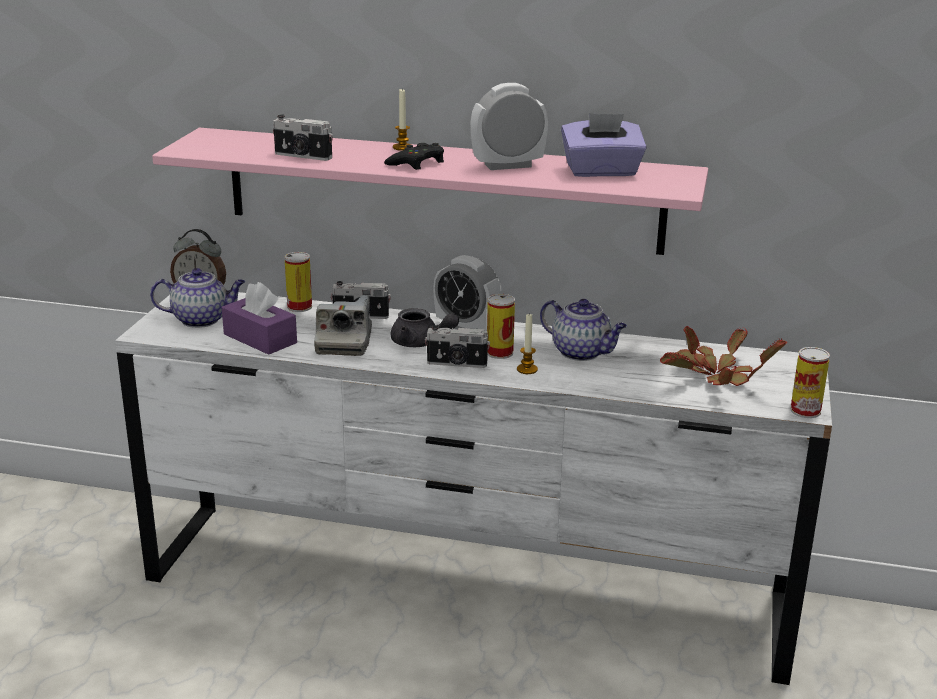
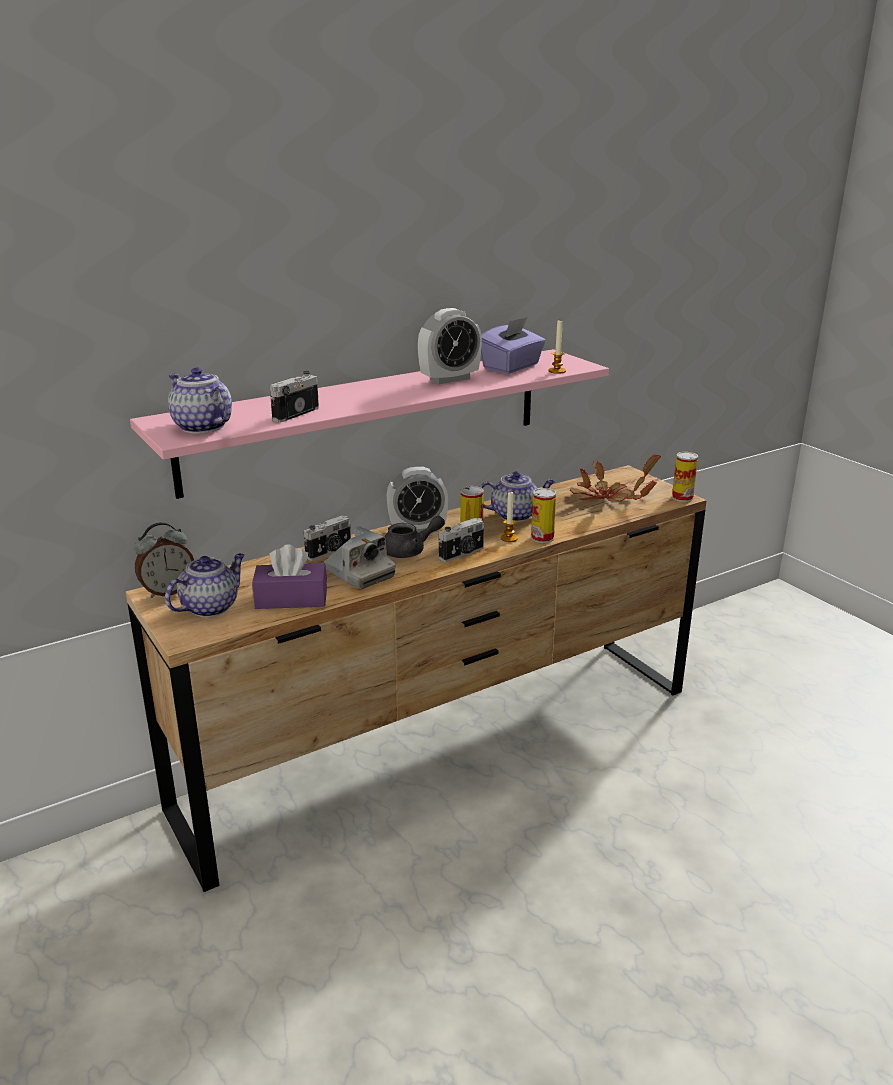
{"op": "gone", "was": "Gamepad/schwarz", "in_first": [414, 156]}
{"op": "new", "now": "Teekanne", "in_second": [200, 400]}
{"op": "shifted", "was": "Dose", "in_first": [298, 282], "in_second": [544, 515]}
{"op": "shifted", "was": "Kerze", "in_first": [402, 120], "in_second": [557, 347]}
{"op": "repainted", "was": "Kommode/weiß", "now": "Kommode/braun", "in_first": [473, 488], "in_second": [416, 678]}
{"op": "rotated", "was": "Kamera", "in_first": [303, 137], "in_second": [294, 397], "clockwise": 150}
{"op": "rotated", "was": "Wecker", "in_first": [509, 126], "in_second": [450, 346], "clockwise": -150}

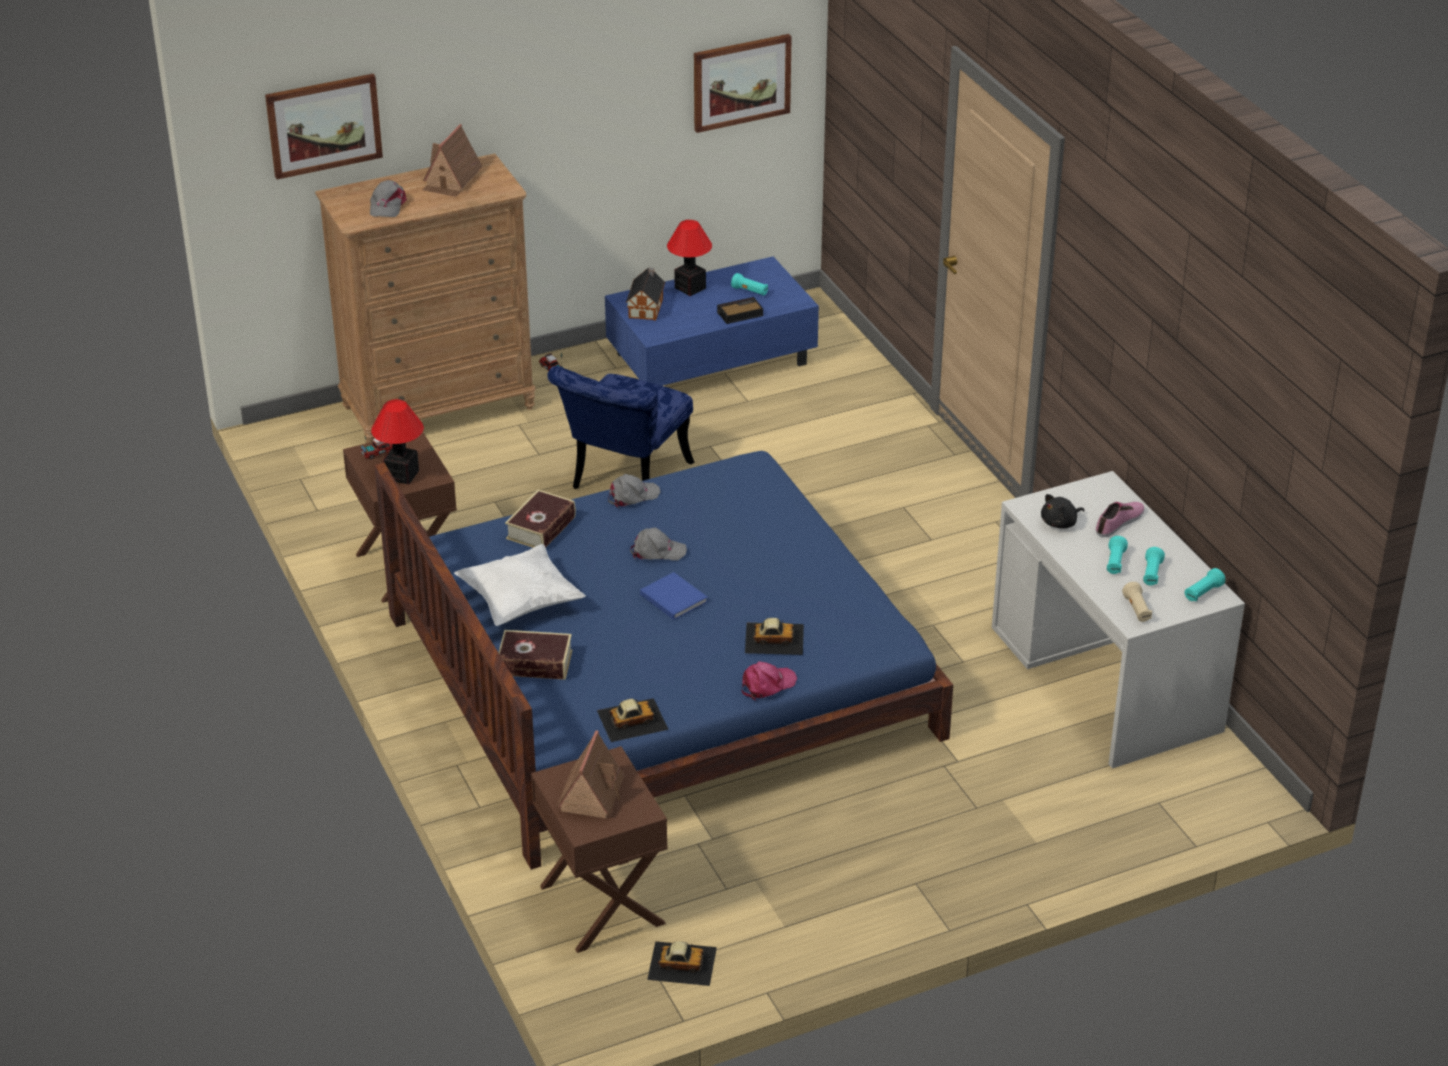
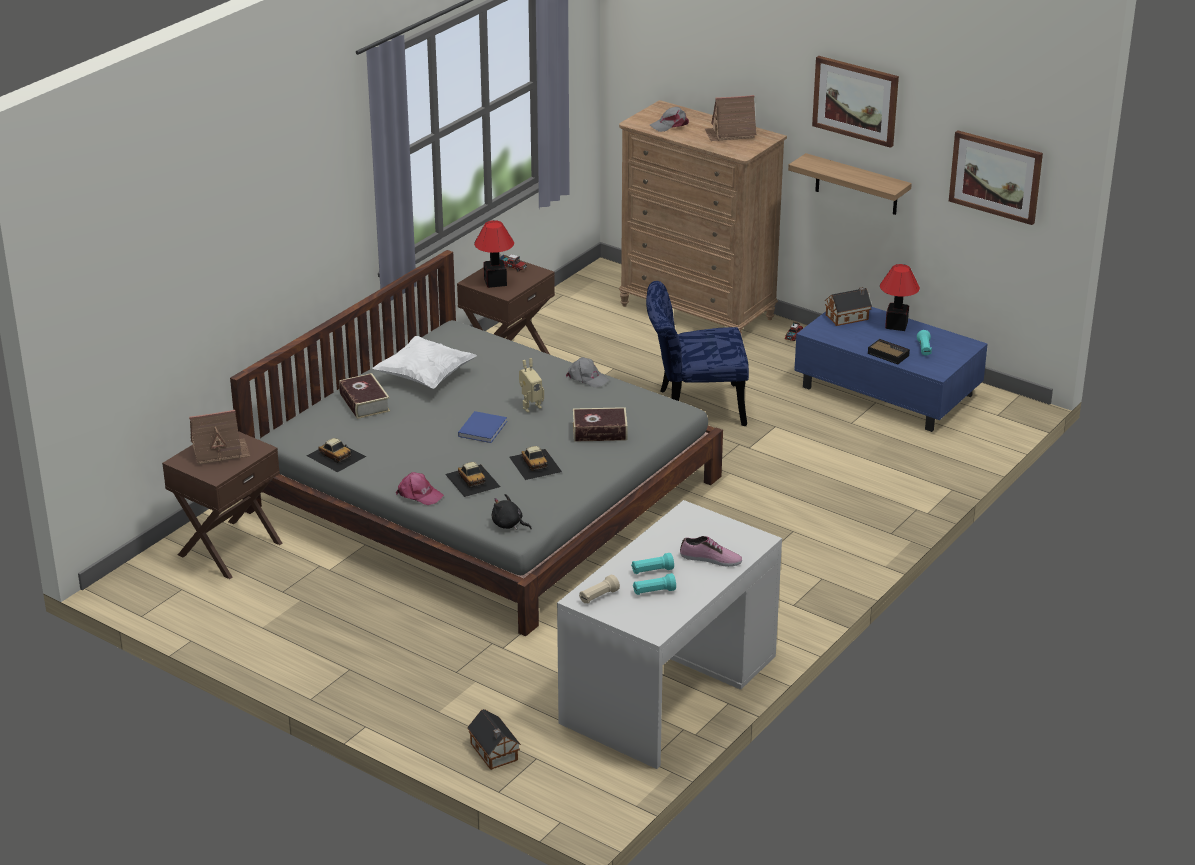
{"op": "gone", "was": "Taschenlampe/türkis", "in_first": [1205, 585]}
{"op": "new", "now": "Spielzeughaus", "in_second": [494, 739]}
{"op": "new", "now": "Wandregal", "in_second": [850, 184]}
{"op": "shifted", "was": "Bild", "in_first": [324, 126], "in_second": [855, 102]}
{"op": "shifted", "was": "Buch", "in_first": [540, 519], "in_second": [600, 424]}
{"op": "shifted", "was": "Spielzeugauto", "in_first": [682, 963], "in_second": [535, 463]}
{"op": "shifted", "was": "Plüschtier/schwarz", "in_first": [1062, 511], "in_second": [512, 512]}
{"op": "swapped", "was": "Kappe/grau", "now": "Spielzeugroboter", "in_first": [658, 544], "in_second": [531, 385]}
{"op": "repainted", "was": "Bett/blau", "now": "Bett/grau", "in_first": [663, 660], "in_second": [476, 443]}

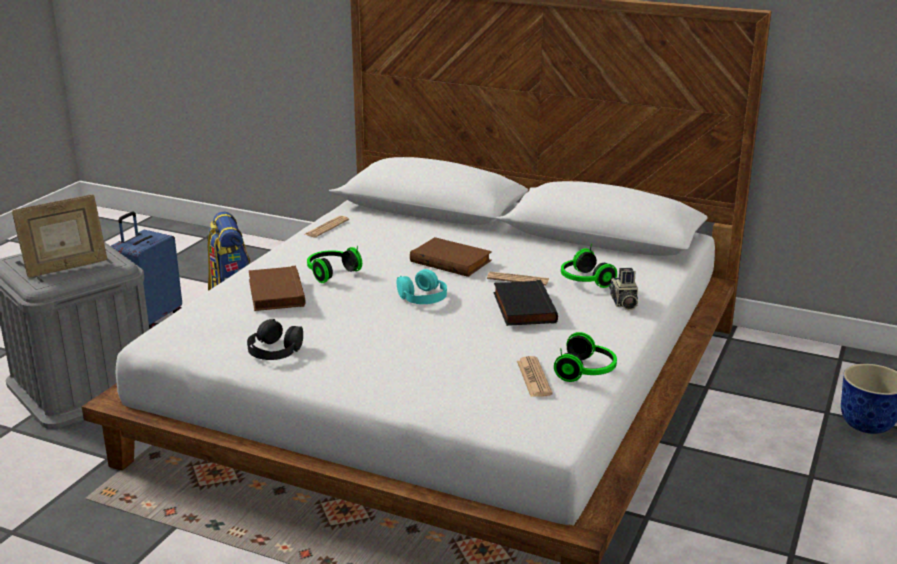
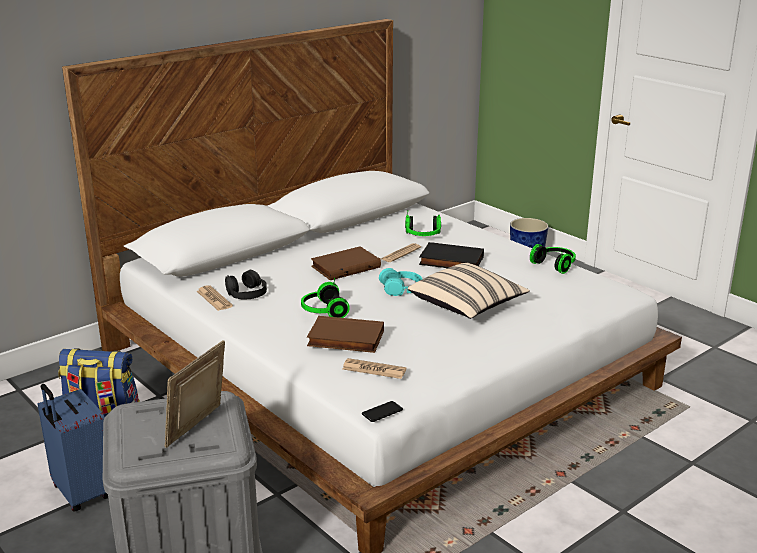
{"op": "gone", "was": "Kamera", "in_first": [623, 289]}
{"op": "new", "now": "Handy", "in_second": [382, 411]}
{"op": "new", "now": "Kissen/beige", "in_second": [468, 291]}
{"op": "shifted", "was": "Kopfhörer/schwarz", "in_first": [275, 339], "in_second": [246, 284]}
{"op": "shifted", "was": "Zeitung", "in_first": [534, 376], "in_second": [374, 368]}
{"op": "rotated", "was": "Bilderrahmen", "in_first": [60, 235], "in_second": [195, 394], "clockwise": -150}

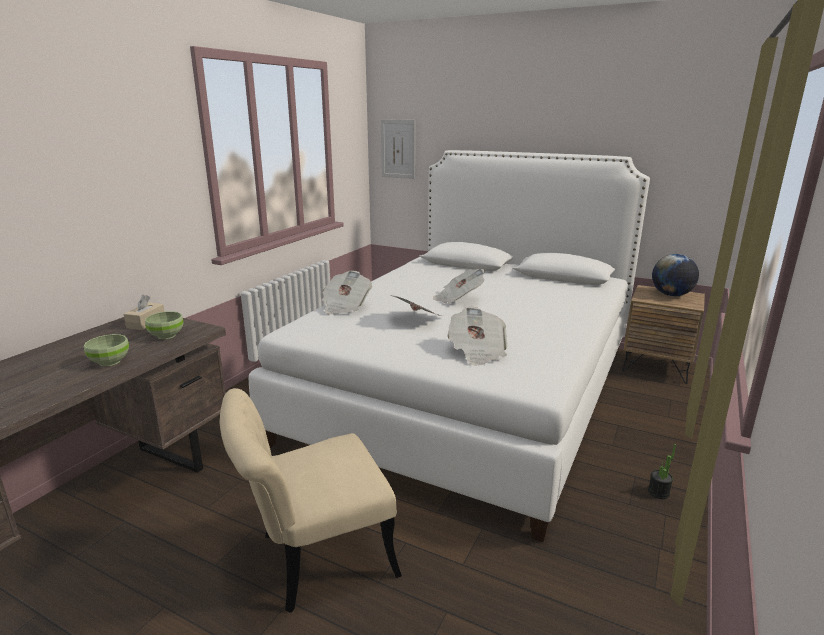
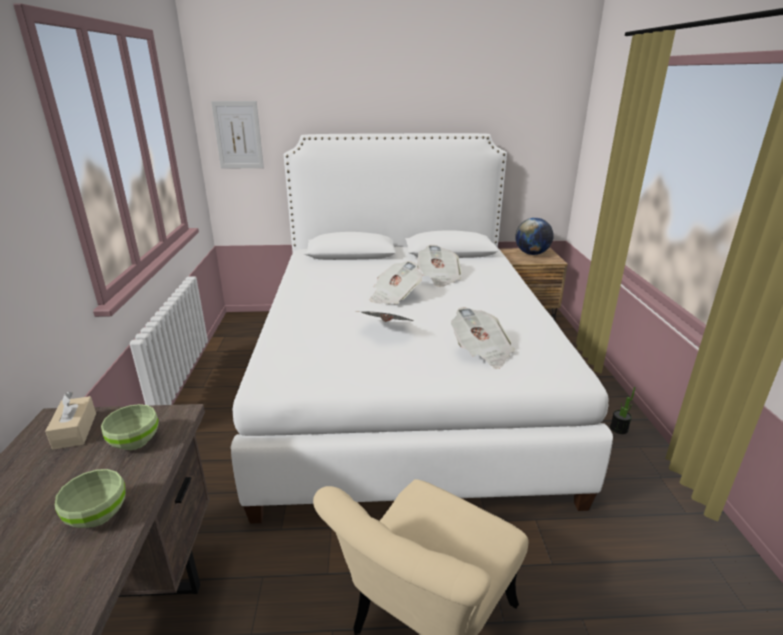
{"op": "shifted", "was": "Zeitung", "in_first": [347, 293], "in_second": [439, 266]}

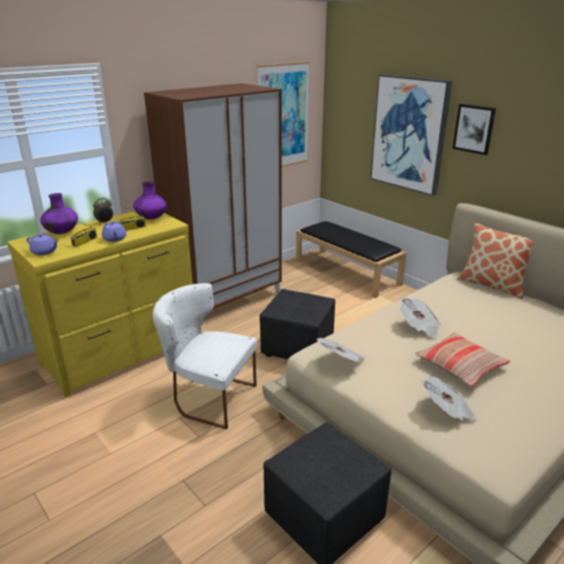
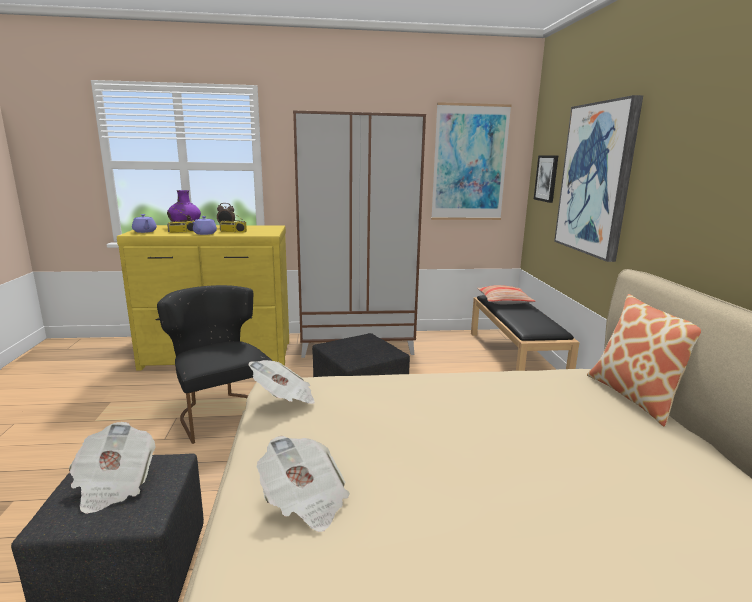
{"op": "gone", "was": "Vase/lila", "in_first": [150, 200]}
{"op": "shifted", "was": "Zeitung", "in_first": [420, 317], "in_second": [112, 468]}
{"op": "shifted", "was": "Kissen", "in_first": [462, 360], "in_second": [506, 294]}
{"op": "shifted", "was": "Bild", "in_first": [474, 129], "in_second": [546, 179]}
{"op": "repainted", "was": "Stuhl/weiß", "now": "Stuhl/schwarz", "in_first": [205, 356], "in_second": [214, 364]}

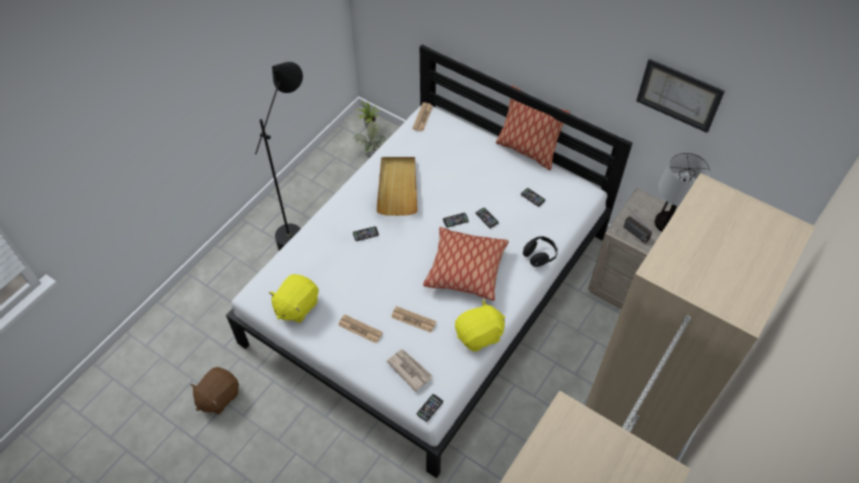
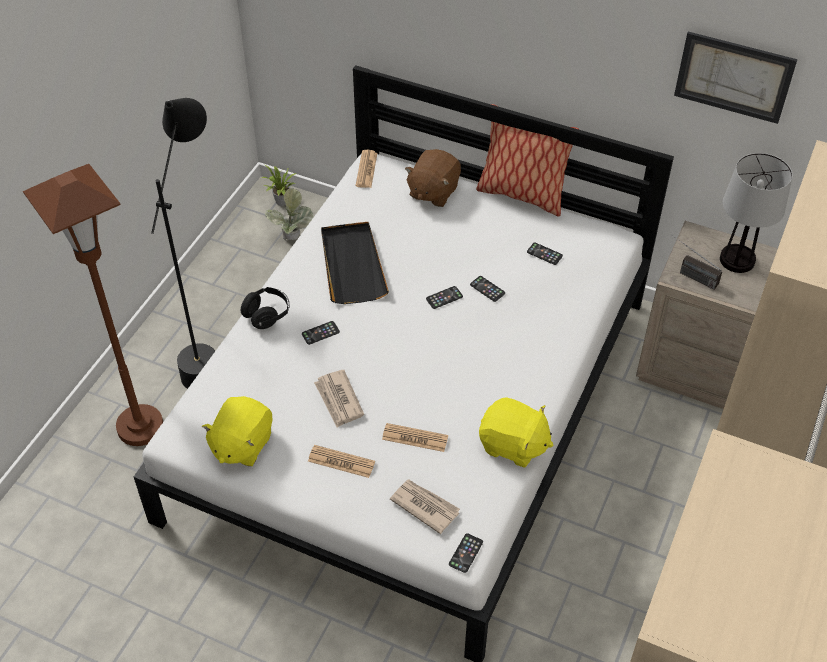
{"op": "gone", "was": "Kissen", "in_first": [466, 264]}
{"op": "new", "now": "Stehlampe/braun", "in_second": [93, 305]}
{"op": "new", "now": "Zeitung", "in_second": [339, 398]}
{"op": "shifted", "was": "Plüschtier/braun", "in_first": [214, 390], "in_second": [433, 178]}
{"op": "shifted", "was": "Kopfhörer/schwarz", "in_first": [540, 251], "in_second": [265, 308]}
{"op": "repainted", "was": "Tablett/beige", "now": "Tablett/schwarz", "in_first": [397, 186], "in_second": [355, 263]}
{"op": "rotated", "was": "Plüschtier/gelb", "in_first": [480, 326], "in_second": [516, 432], "clockwise": 60}

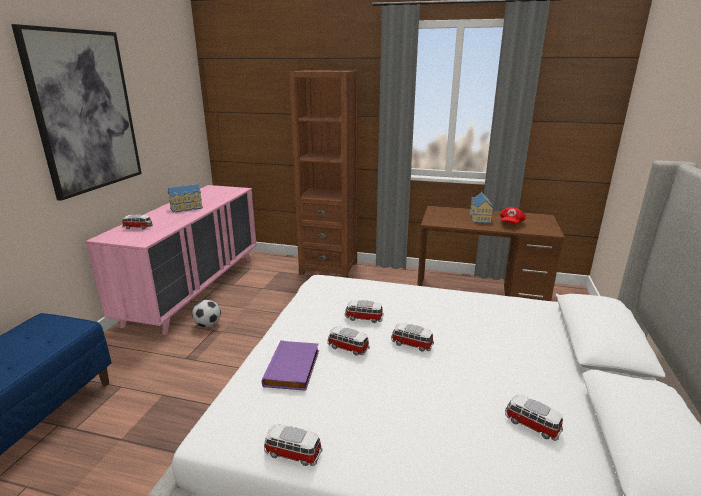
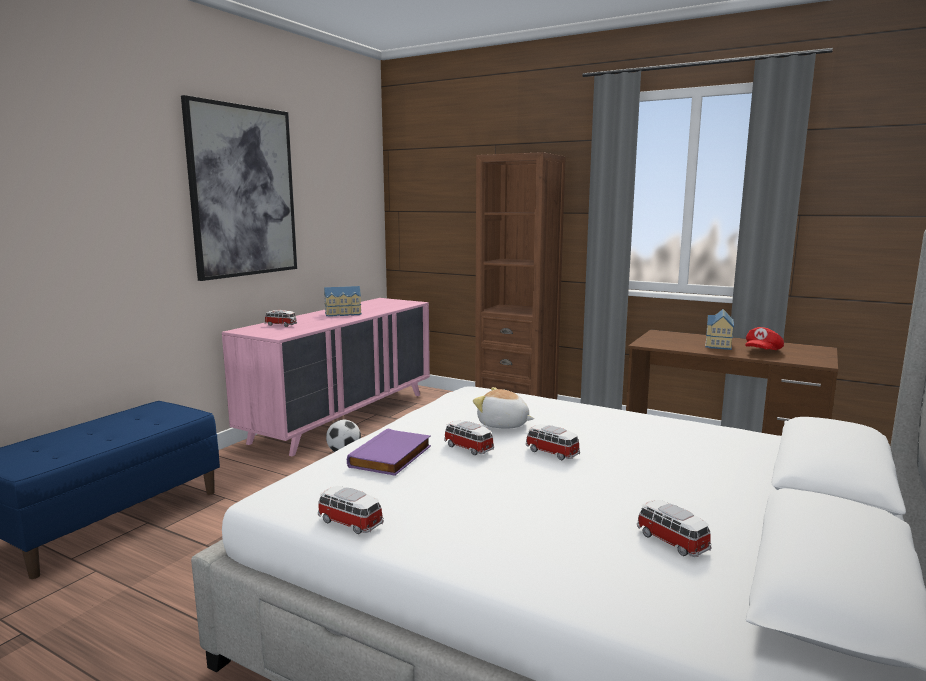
{"op": "swapped", "was": "Spielzeugauto", "now": "Plüschtier", "in_first": [364, 311], "in_second": [503, 407]}

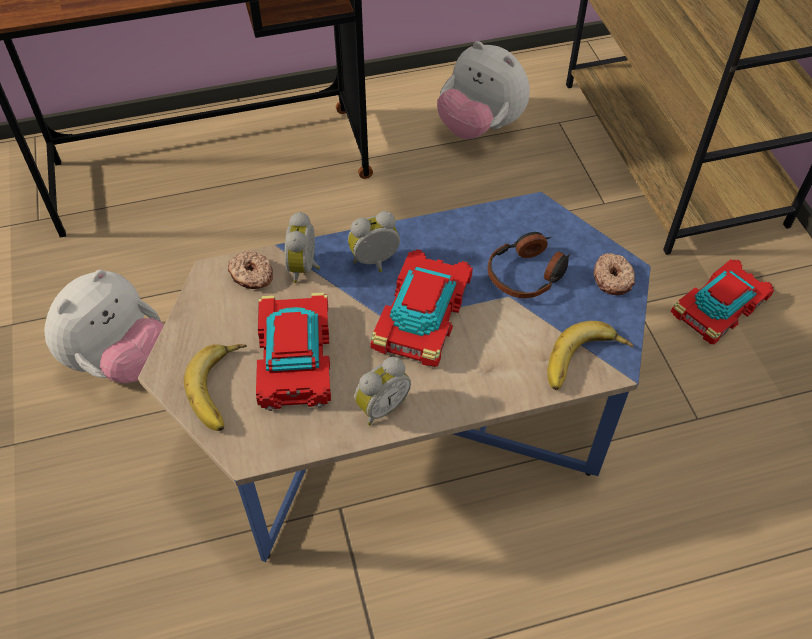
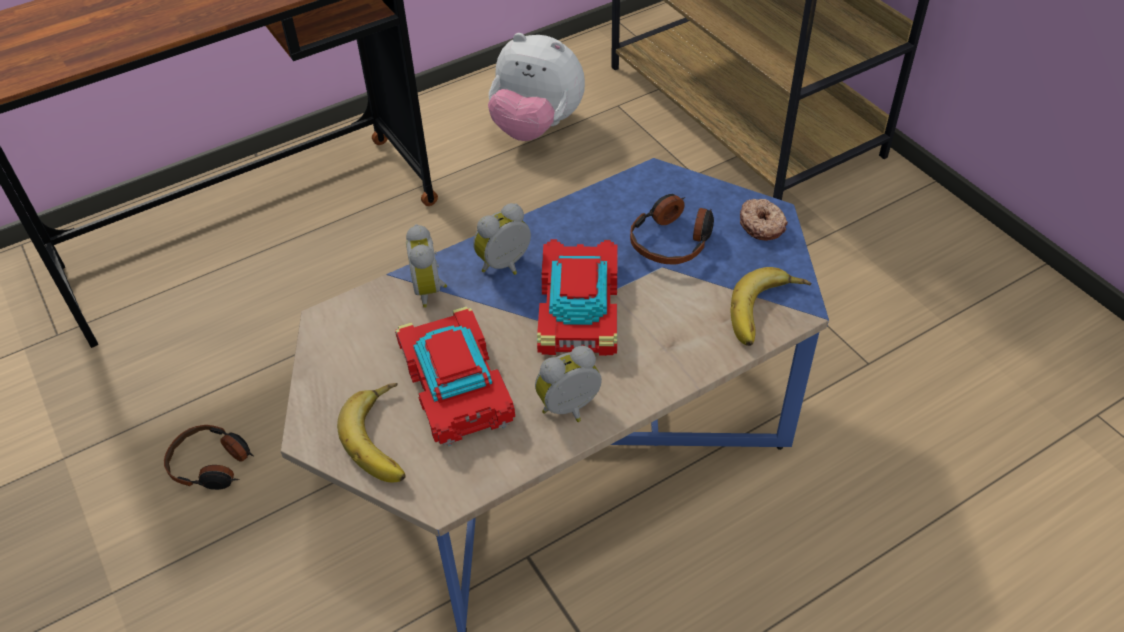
{"op": "gone", "was": "Donut", "in_first": [250, 270]}
{"op": "gone", "was": "Spielzeugauto", "in_first": [722, 301]}
{"op": "swapped", "was": "Plüschtier", "now": "Kopfhörer", "in_first": [104, 326], "in_second": [209, 457]}
{"op": "rotated", "was": "Wecker", "in_first": [383, 391], "in_second": [568, 384], "clockwise": -150}

